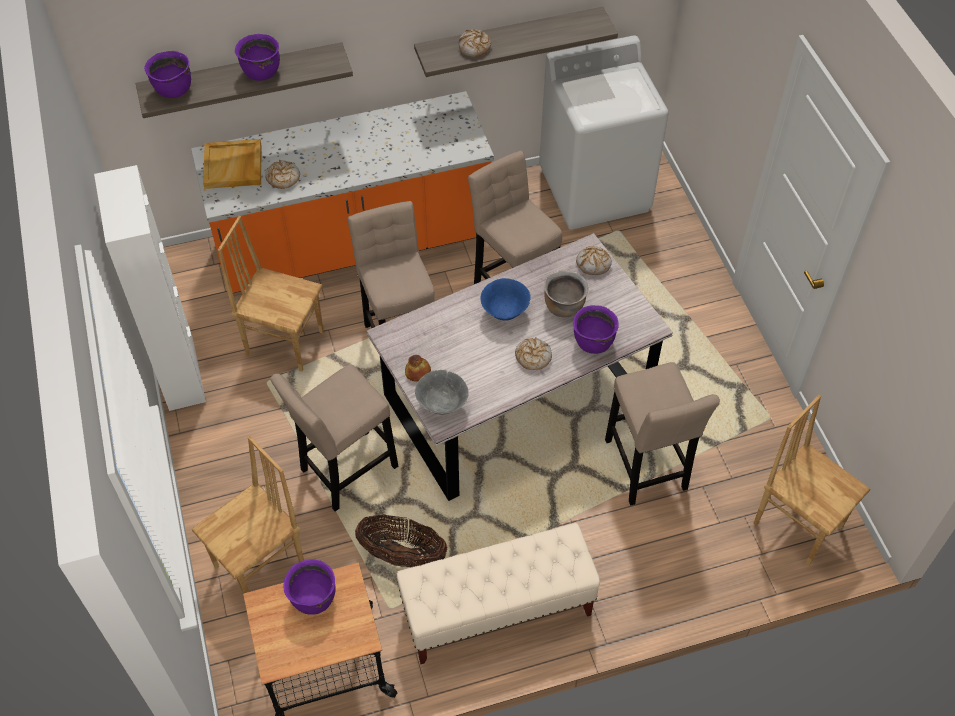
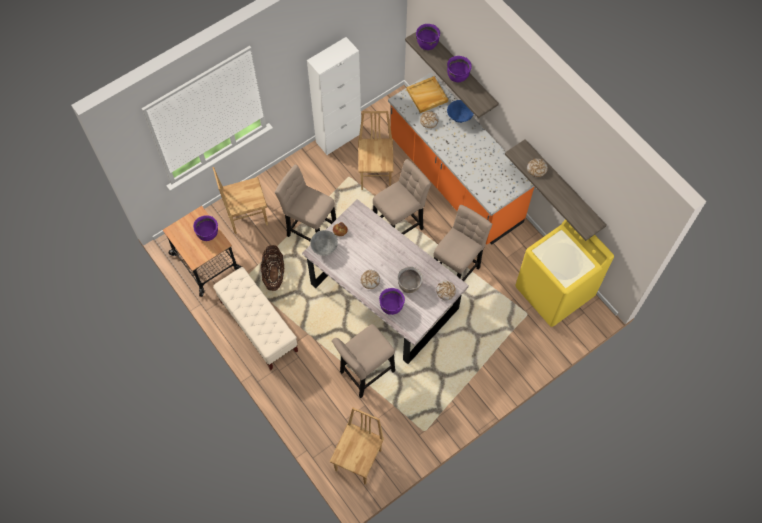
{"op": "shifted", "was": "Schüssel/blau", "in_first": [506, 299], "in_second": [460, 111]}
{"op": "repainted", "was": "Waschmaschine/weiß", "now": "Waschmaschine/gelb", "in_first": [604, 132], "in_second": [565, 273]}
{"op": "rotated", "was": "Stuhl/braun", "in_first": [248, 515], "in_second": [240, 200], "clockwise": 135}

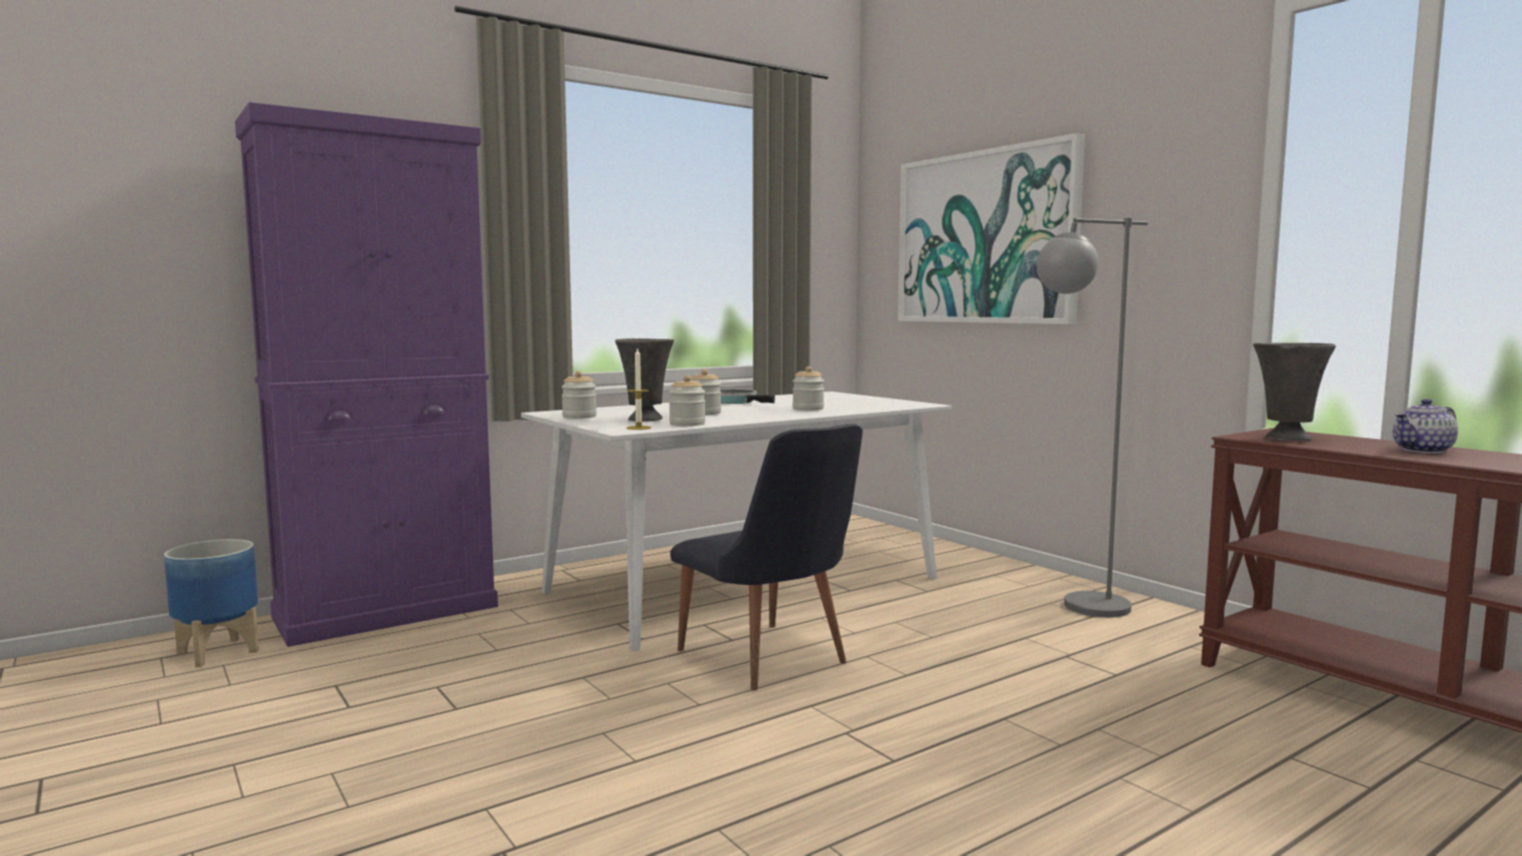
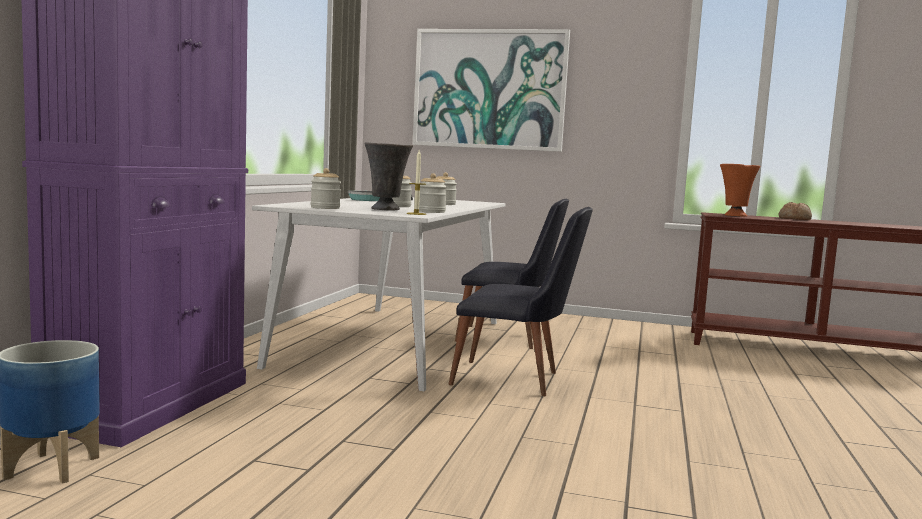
{"op": "gone", "was": "Stehlampe/grau", "in_first": [1092, 417]}
{"op": "new", "now": "Stuhl/schwarz", "in_second": [512, 274]}
{"op": "swapped", "was": "Teekanne", "now": "Brot", "in_first": [1425, 426], "in_second": [795, 211]}
{"op": "repainted", "was": "Vase/grau", "now": "Vase/orange", "in_first": [1294, 392], "in_second": [740, 190]}

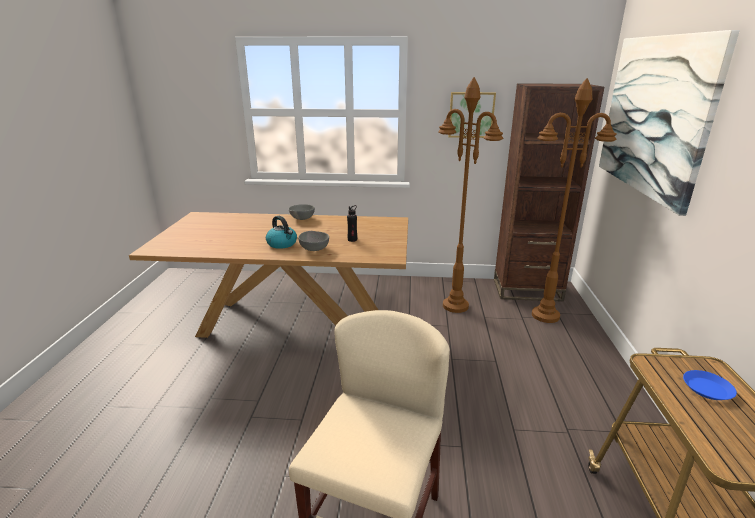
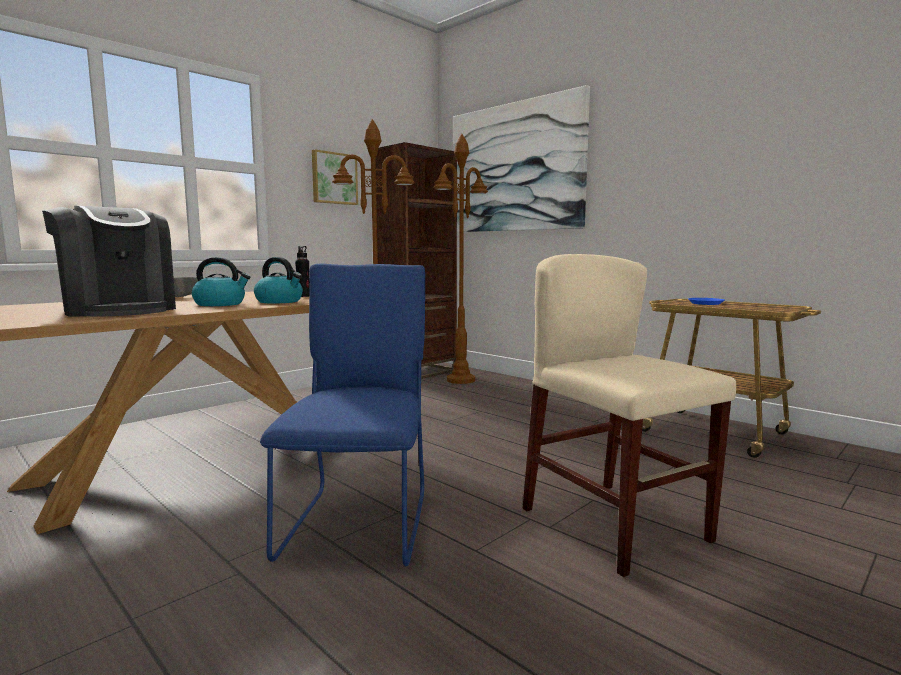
{"op": "new", "now": "Kaffeemaschine", "in_second": [109, 261]}
{"op": "new", "now": "Stuhl/blau", "in_second": [342, 415]}
{"op": "swapped", "was": "Schüssel/grau", "now": "Wasserkessel", "in_first": [313, 241], "in_second": [278, 280]}

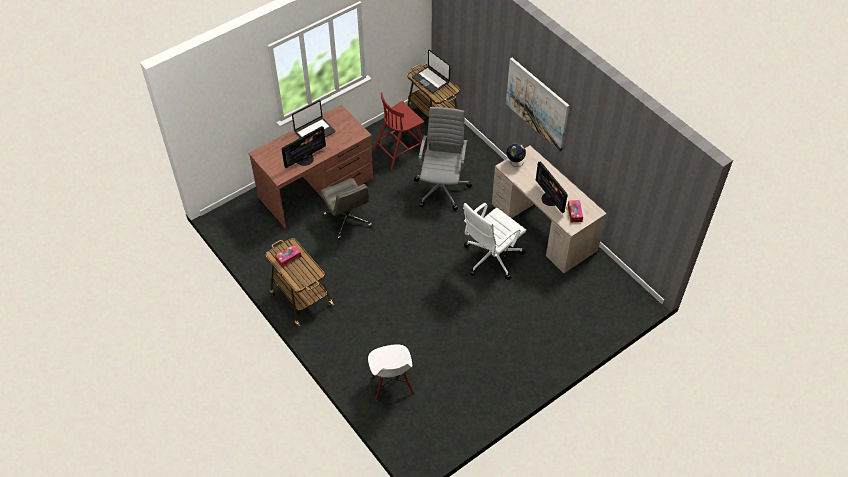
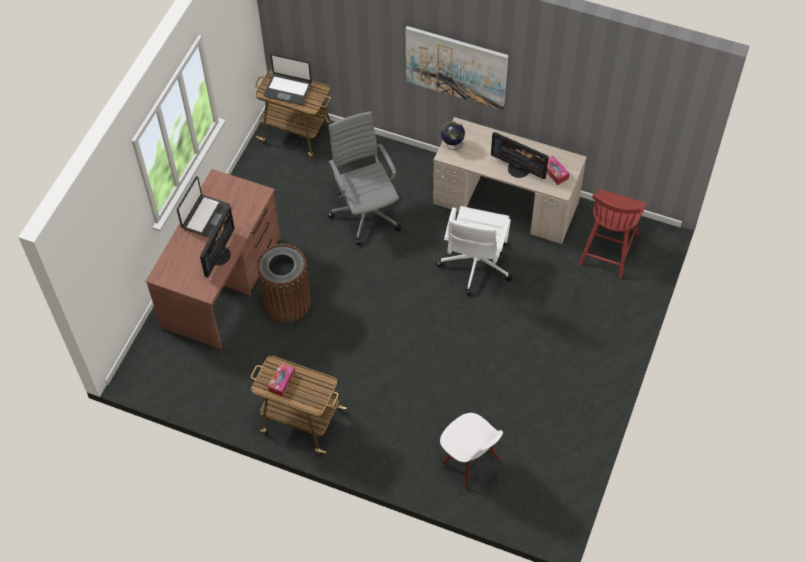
{"op": "shifted", "was": "Stuhl/rot", "in_first": [399, 131], "in_second": [612, 234]}
{"op": "swapped", "was": "Bürostuhl/grau", "now": "Mülleimer/braun", "in_first": [346, 208], "in_second": [284, 283]}

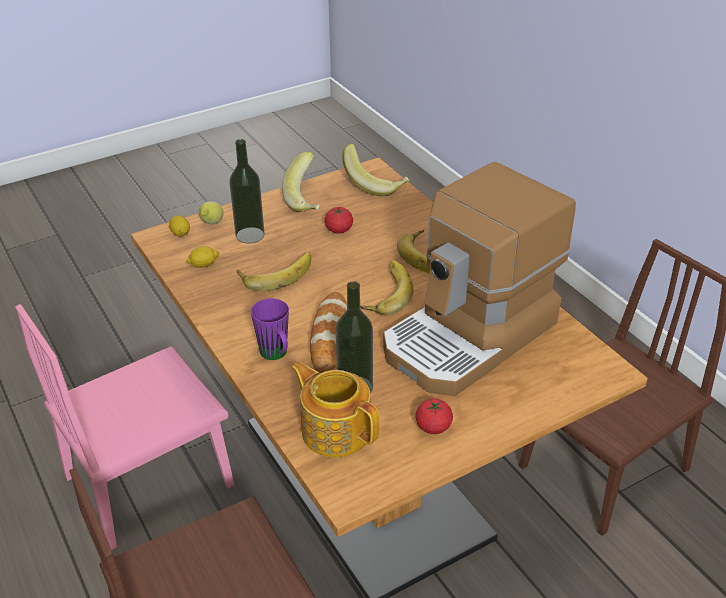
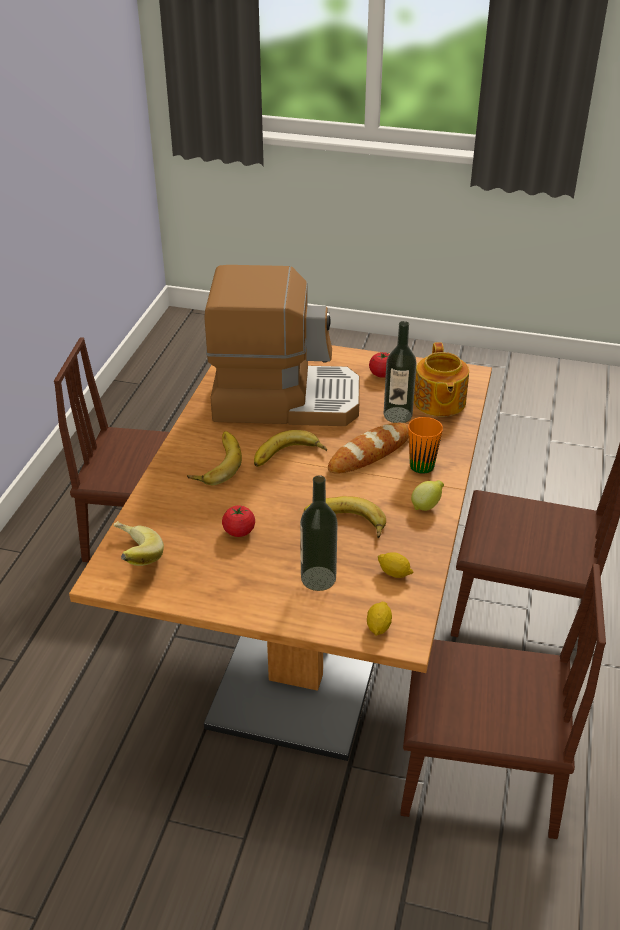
{"op": "gone", "was": "Banane", "in_first": [301, 181]}
{"op": "shifted", "was": "Zitrone", "in_first": [211, 212], "in_second": [427, 495]}
{"op": "repainted", "was": "Stuhl/rosa", "now": "Stuhl/braun", "in_first": [124, 427], "in_second": [503, 701]}
{"op": "repainted", "was": "Henkelbecher/lila", "now": "Henkelbecher/orange", "in_first": [270, 329], "in_second": [425, 445]}

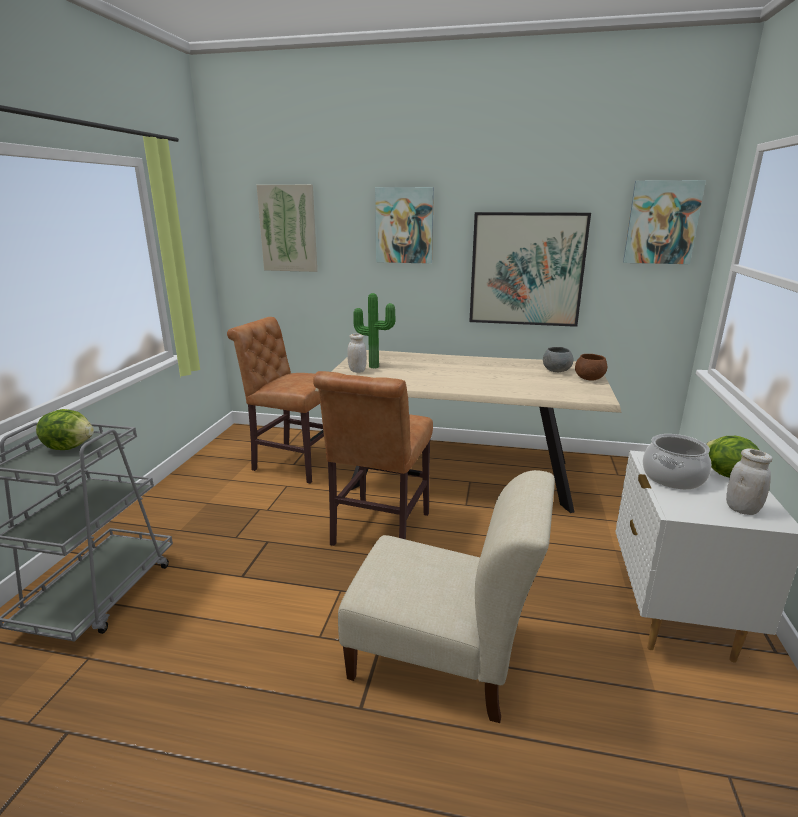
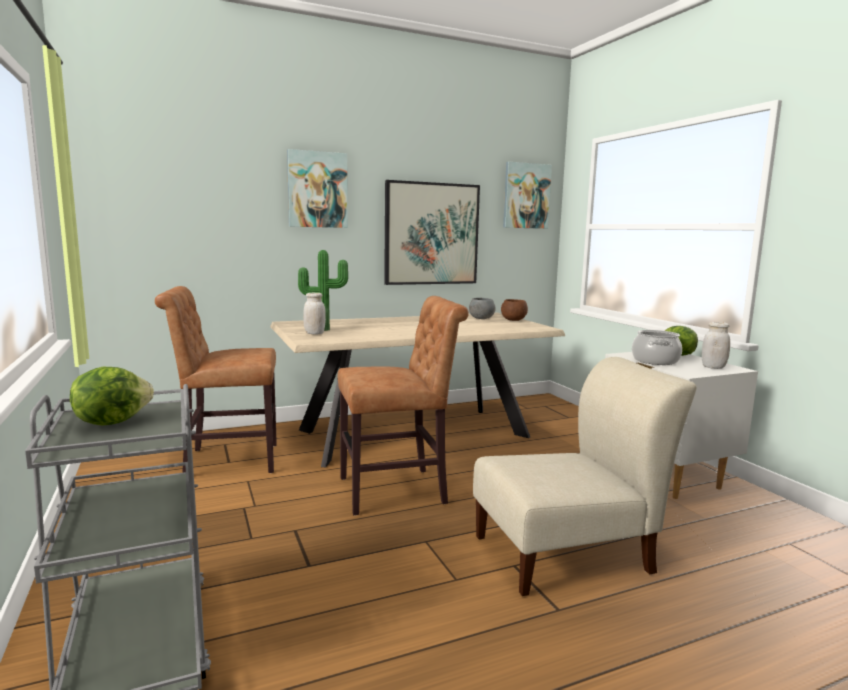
{"op": "gone", "was": "Bild", "in_first": [287, 228]}
{"op": "rotated", "was": "Stuhl/braun", "in_first": [373, 458], "in_second": [403, 406], "clockwise": -90}

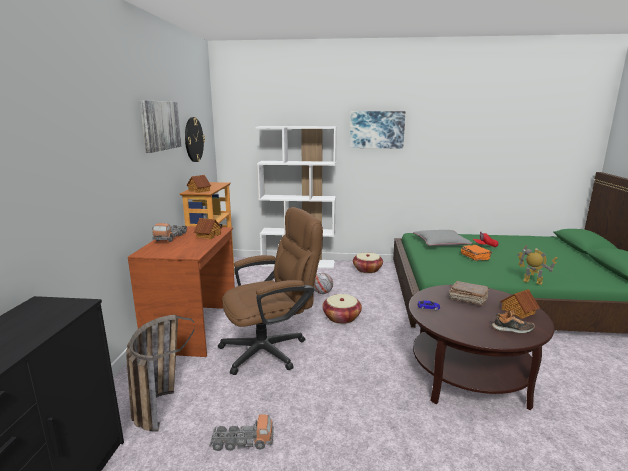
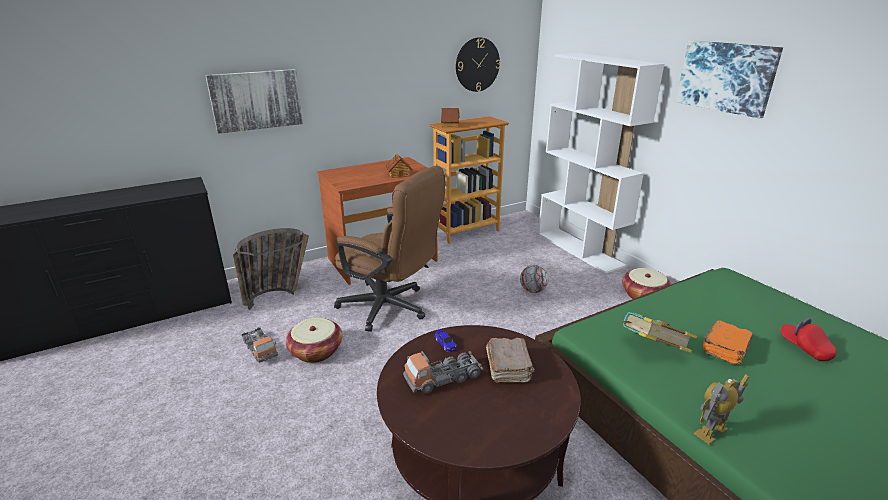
{"op": "gone", "was": "Kissen/grau", "in_first": [442, 238]}
{"op": "gone", "was": "Schuh", "in_first": [513, 321]}
{"op": "gone", "was": "Spielzeughaus", "in_first": [520, 304]}
{"op": "new", "now": "Buch", "in_second": [659, 332]}
{"op": "shifted", "was": "Bild", "in_first": [161, 126], "in_second": [254, 101]}
{"op": "shifted", "was": "Spielzeuglaster", "in_first": [169, 232], "in_second": [443, 372]}
{"op": "shifted", "was": "Korb", "in_first": [342, 309], "in_second": [314, 340]}
{"op": "rotated", "was": "Spielzeugroboter", "in_first": [537, 264], "in_second": [722, 409], "clockwise": -120}

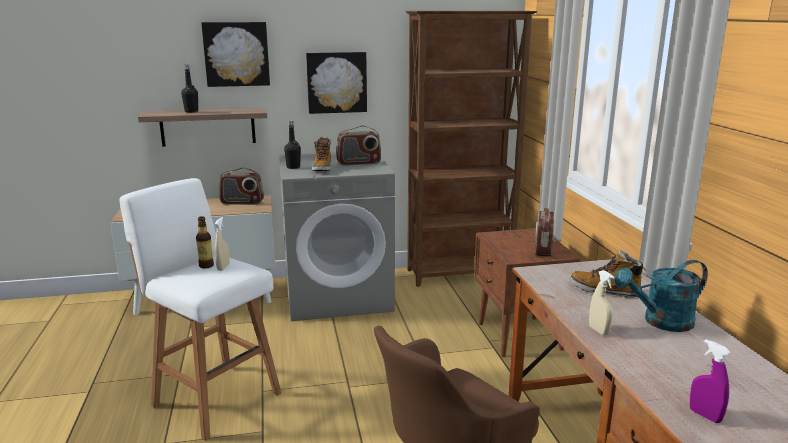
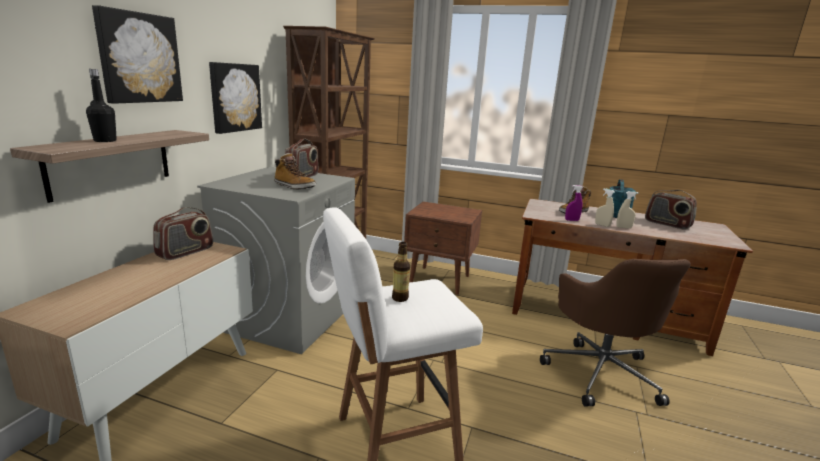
{"op": "gone", "was": "Flasche/schwarz", "in_first": [292, 144]}
{"op": "shifted", "was": "Sprühflasche/beige", "in_first": [222, 244], "in_second": [605, 207]}
{"op": "shifted", "was": "Radio", "in_first": [544, 232], "in_second": [671, 209]}
{"op": "shifted", "was": "Sprühflasche/lila", "in_first": [710, 381], "in_second": [574, 203]}

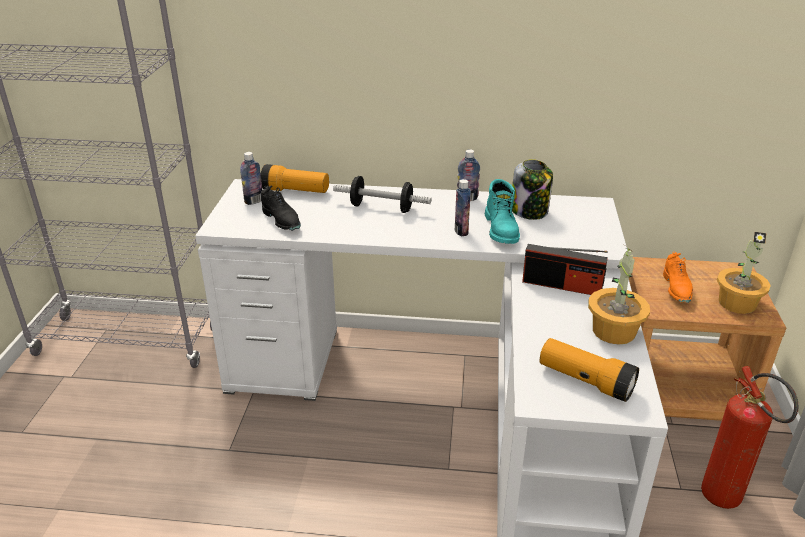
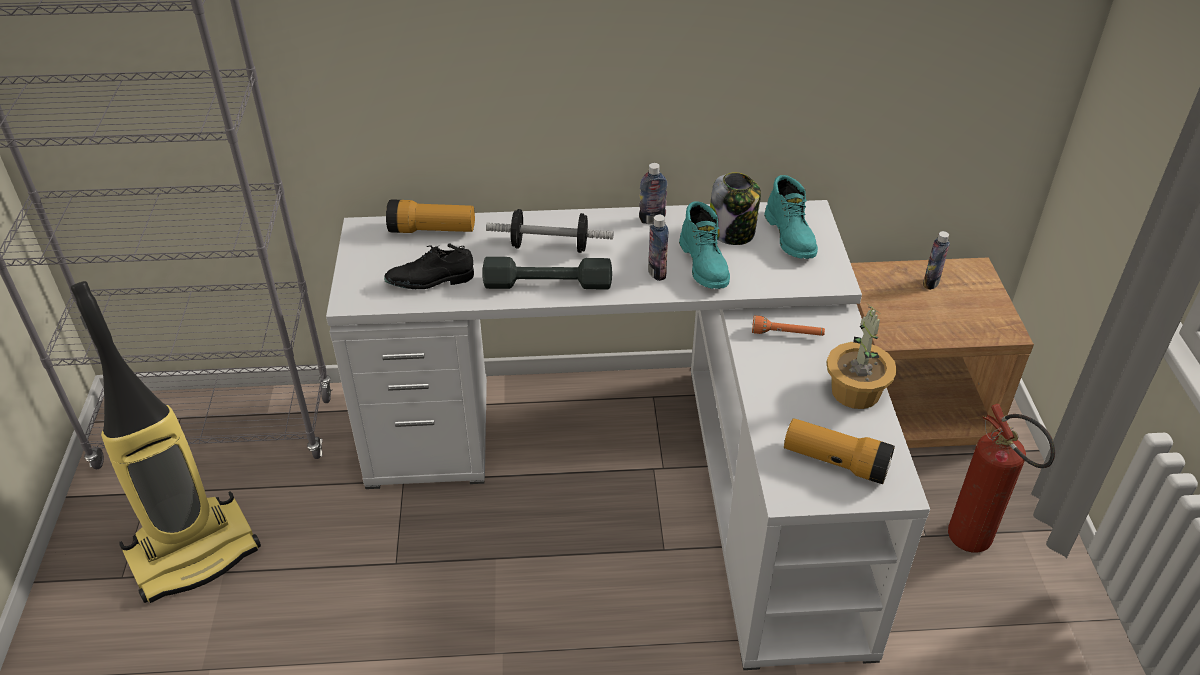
{"op": "gone", "was": "Schuh/orange", "in_first": [678, 277]}
{"op": "gone", "was": "Topfpflanze", "in_first": [744, 273]}
{"op": "new", "now": "Staubsauger", "in_second": [166, 442]}
{"op": "new", "now": "Hantel/grau", "in_second": [547, 273]}
{"op": "new", "now": "Stiefel/türkis", "in_second": [791, 217]}
{"op": "shifted", "was": "Flasche", "in_first": [251, 178], "in_second": [936, 260]}
{"op": "swapped", "was": "Radio", "now": "Taschenlampe/orange", "in_first": [565, 269], "in_second": [788, 326]}
{"op": "rotated", "was": "Schuh/schwarz", "in_first": [281, 208], "in_second": [429, 266], "clockwise": 120}

